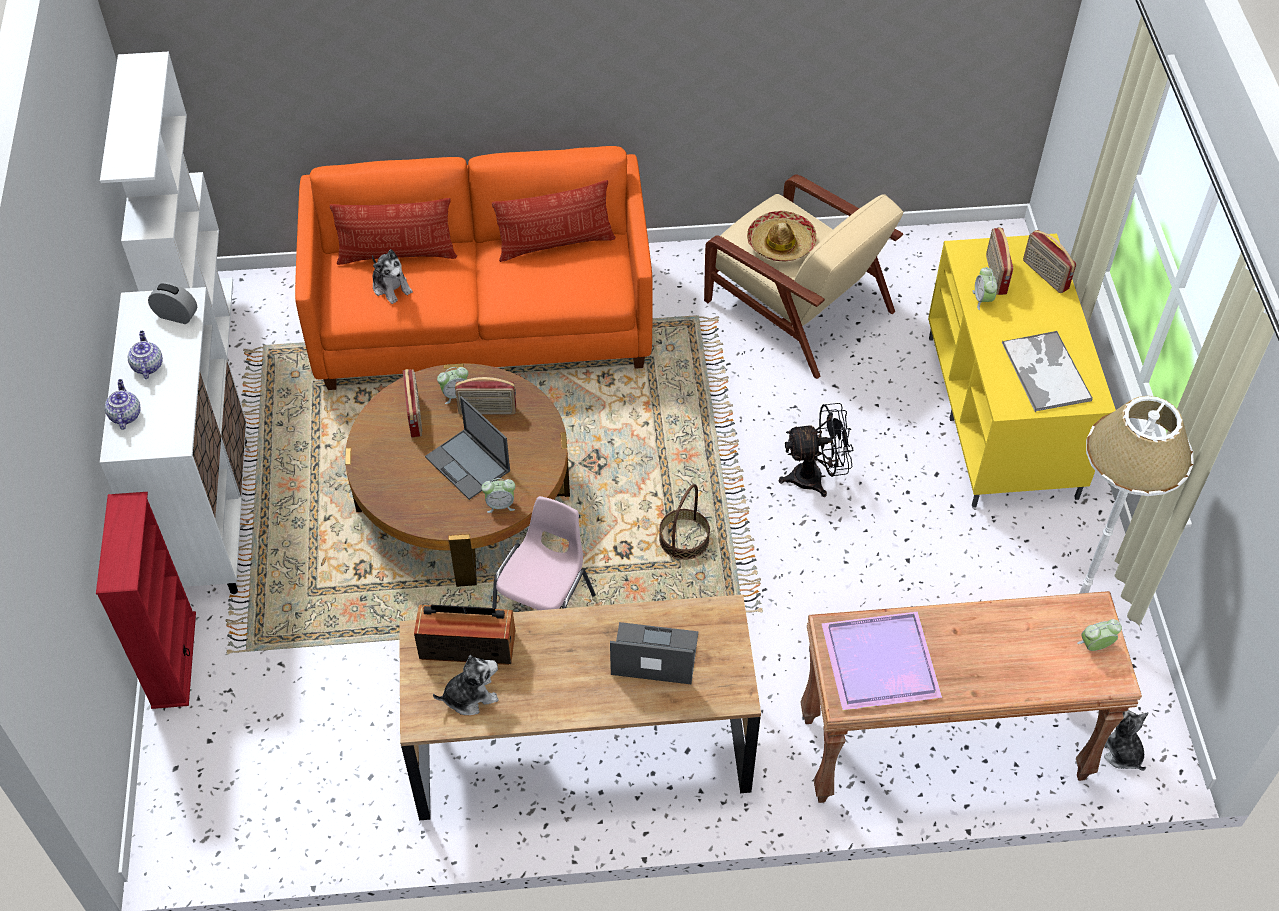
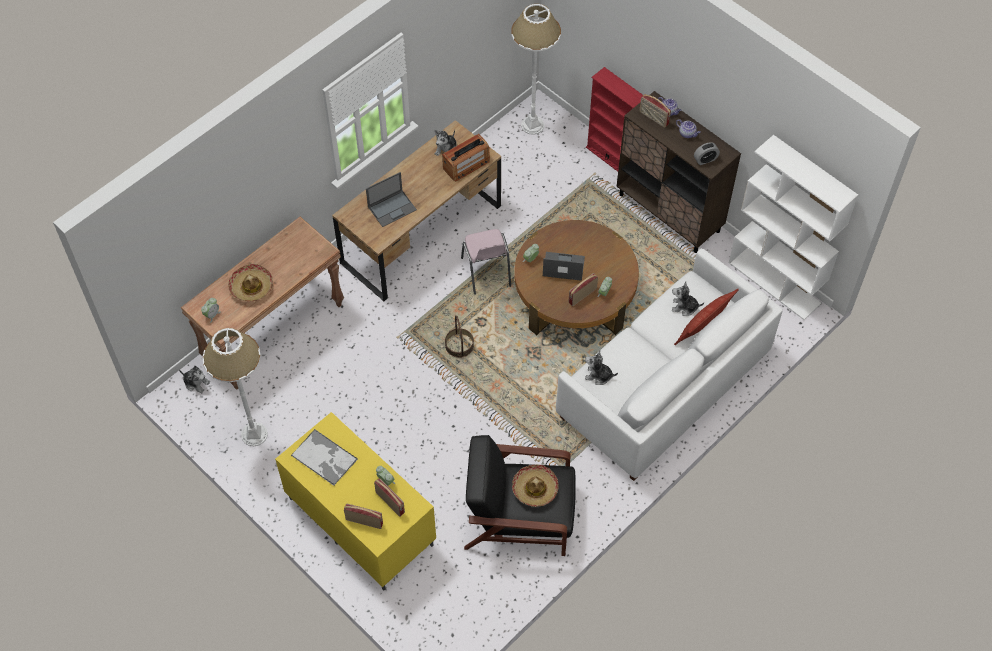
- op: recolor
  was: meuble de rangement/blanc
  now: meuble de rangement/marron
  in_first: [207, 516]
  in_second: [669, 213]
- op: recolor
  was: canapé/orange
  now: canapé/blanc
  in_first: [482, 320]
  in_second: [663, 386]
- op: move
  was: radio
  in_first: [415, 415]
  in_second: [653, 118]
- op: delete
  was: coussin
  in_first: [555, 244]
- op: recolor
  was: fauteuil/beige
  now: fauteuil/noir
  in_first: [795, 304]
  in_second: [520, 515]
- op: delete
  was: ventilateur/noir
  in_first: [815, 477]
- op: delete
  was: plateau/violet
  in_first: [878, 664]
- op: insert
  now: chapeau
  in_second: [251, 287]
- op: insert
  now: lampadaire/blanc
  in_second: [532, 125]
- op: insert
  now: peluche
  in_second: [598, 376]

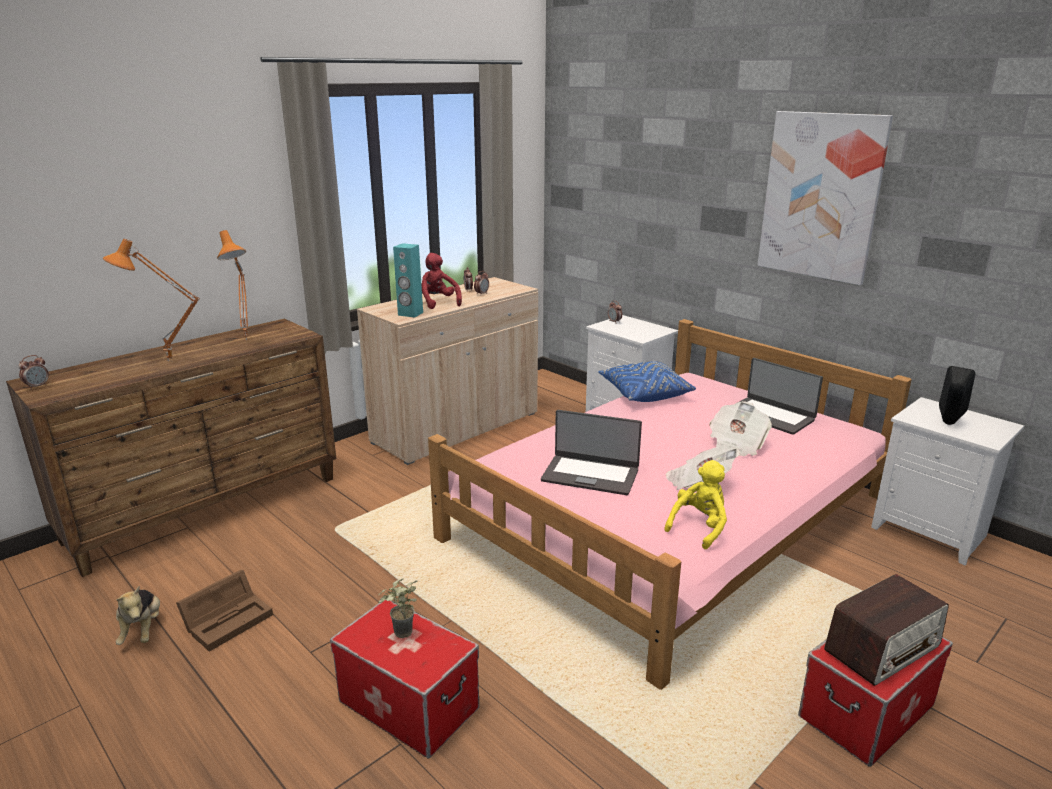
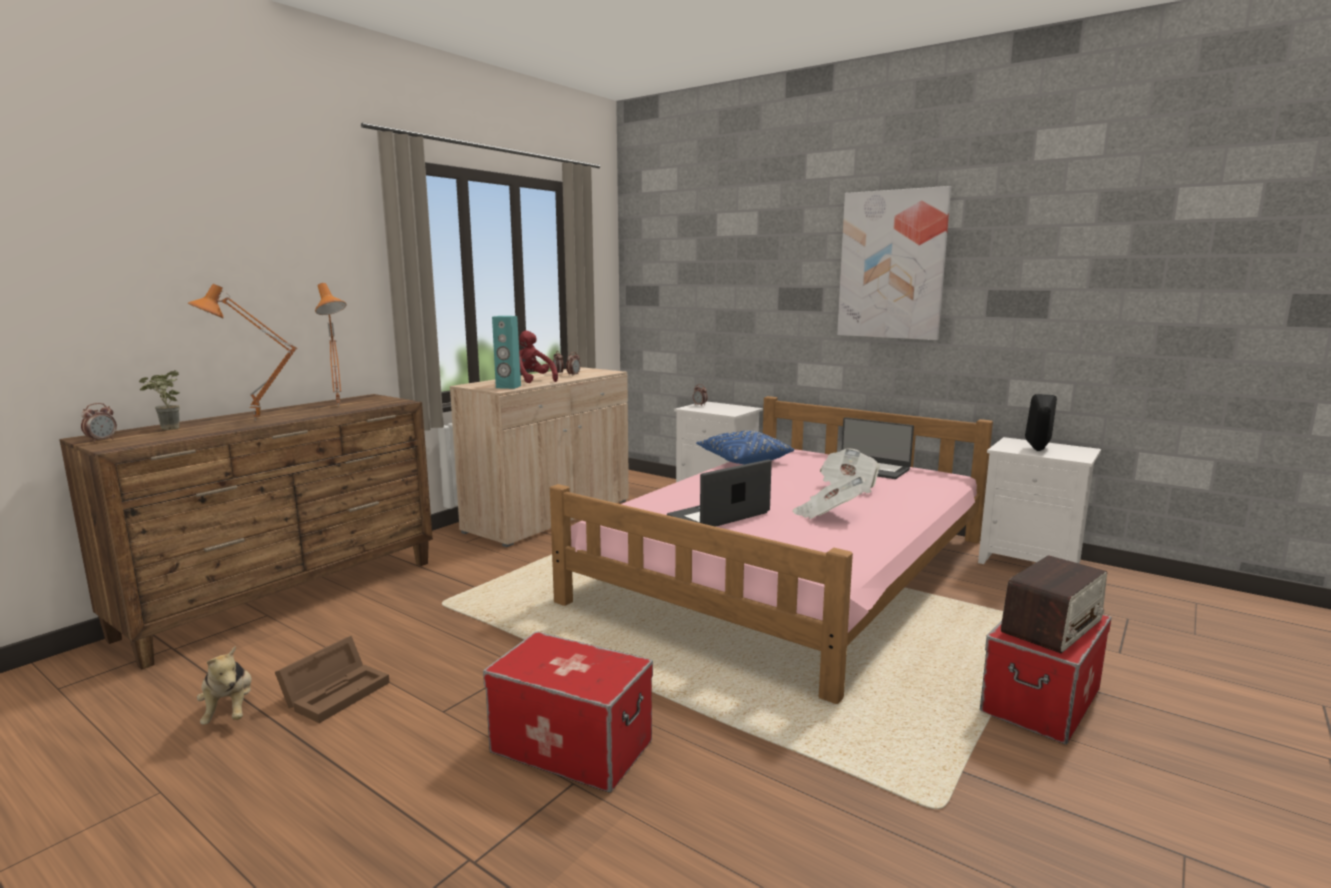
- op: move
  was: plante en pot
  in_first: [400, 636]
  in_second: [166, 429]
- op: rotate
  was: ordinateur portable
  in_first: [590, 475]
  in_second: [719, 515]
  clockwise: 135
- op: delete
  was: peluche/jaune
  in_first: [699, 527]

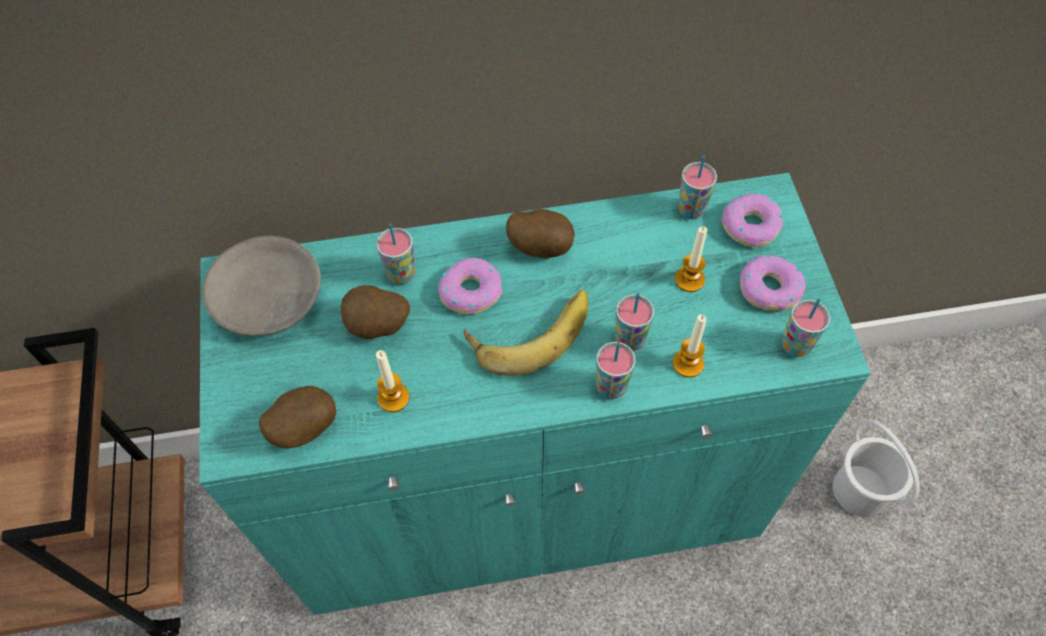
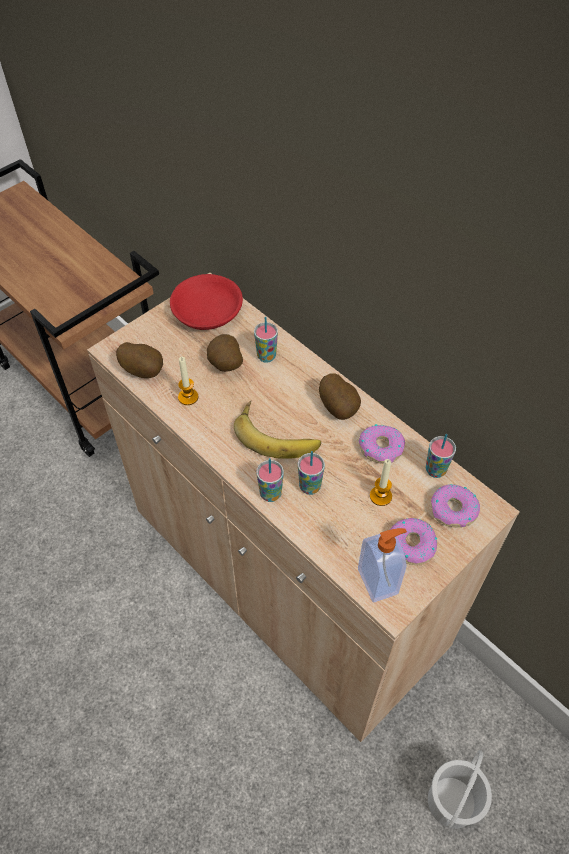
- op: recolor
  was: meuble de rangement/turquoise
  now: meuble de rangement/beige
  in_first: [526, 495]
  in_second: [285, 578]
- op: recolor
  was: bol/gris
  now: bol/rouge
  in_first: [268, 299]
  in_second: [206, 312]
- op: move
  was: beignet
  in_first: [470, 291]
  in_second: [381, 447]
- op: delete
  was: bougie
  in_first: [688, 363]
- op: replace
  was: tasse
  now: distributeur de savon
  in_first: [795, 346]
  in_second: [379, 581]

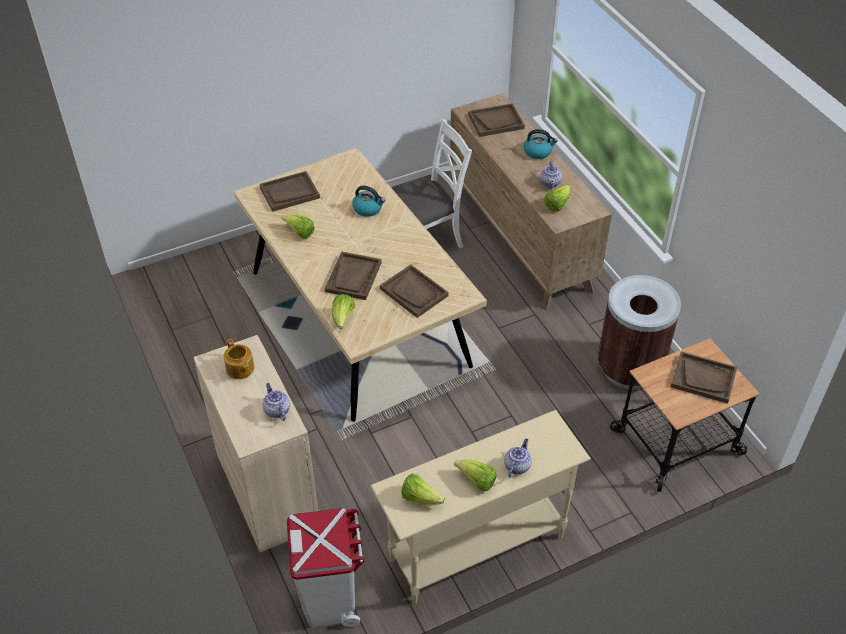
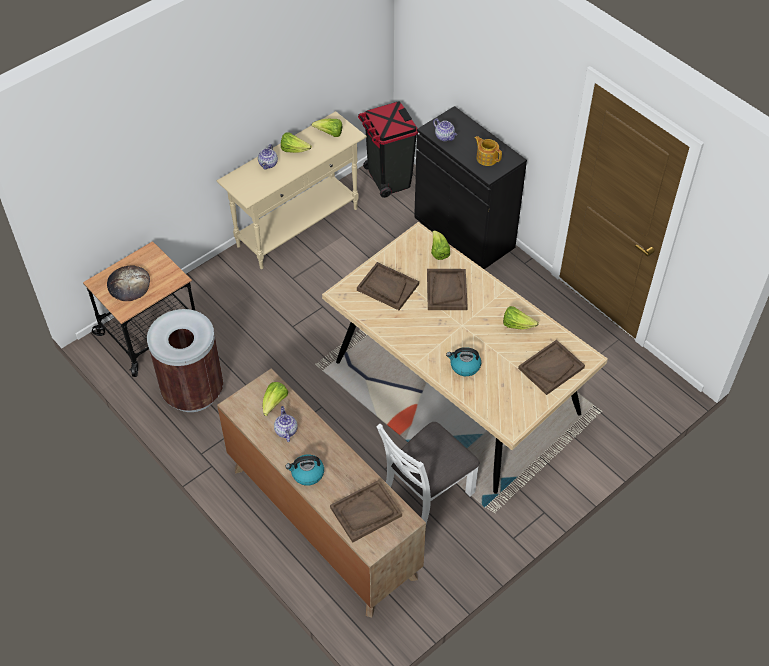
- op: recolor
  was: meuble de rangement/beige
  now: meuble de rangement/noir
  in_first: [267, 490]
  in_second: [464, 232]
- op: recolor
  was: poubelle/blanc
  now: poubelle/noir
  in_first: [330, 598]
  in_second: [388, 179]
- op: replace
  was: plateau/marron
  now: pain
  in_first: [703, 378]
  in_second: [129, 285]

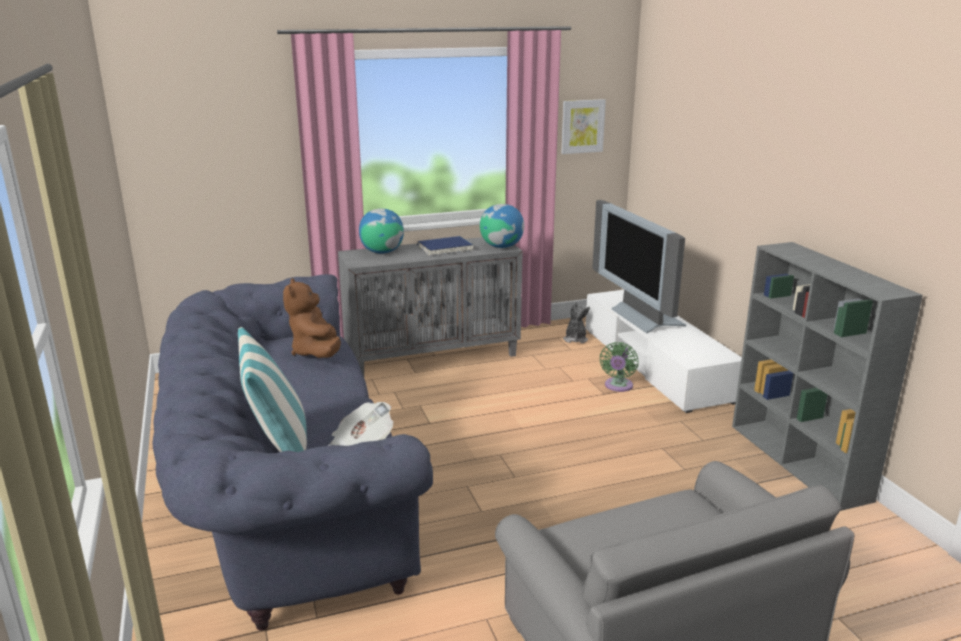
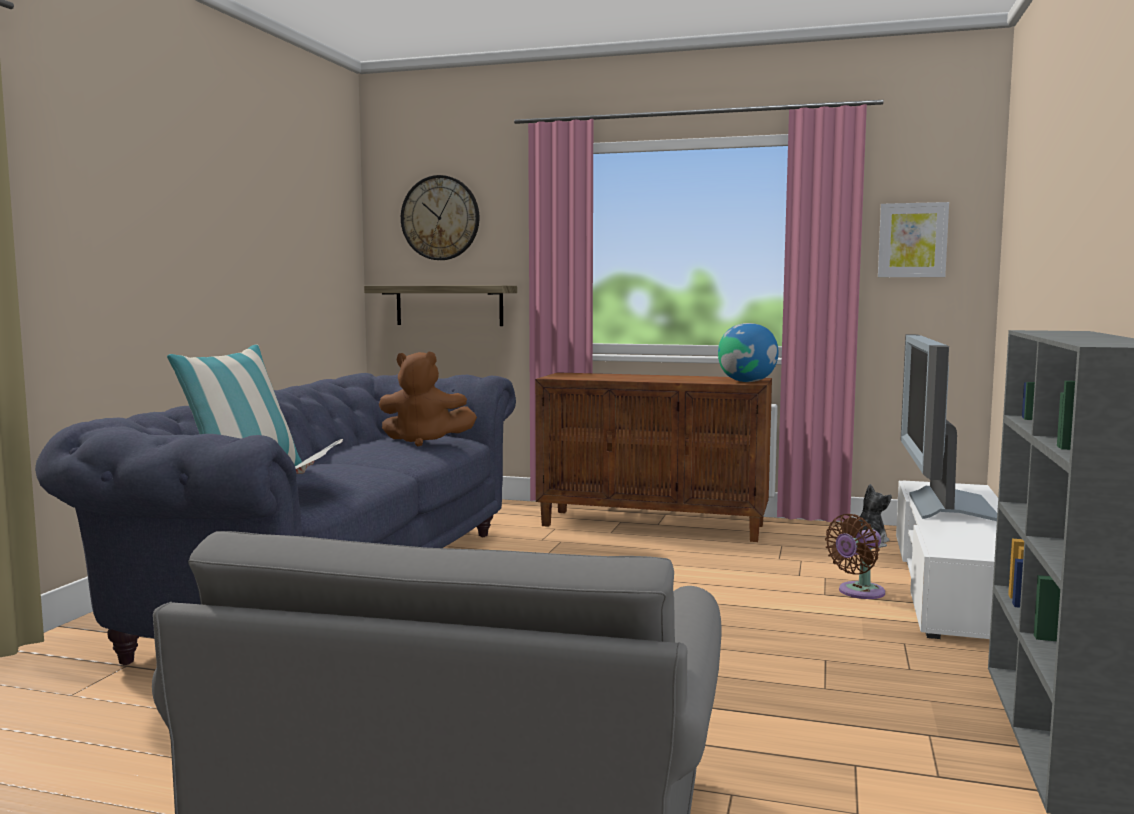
- op: rotate
  was: peluche/marron
  in_first: [316, 352]
  in_second: [424, 441]
  clockwise: -105
- op: recolor
  was: meuble de rangement/gris
  now: meuble de rangement/marron
  in_first: [433, 356]
  in_second: [654, 525]
- op: delete
  was: globe
  in_first: [382, 252]
- op: delete
  was: livre/bleu
  in_first: [445, 248]
- op: recolor
  was: ventilateur/vert
  now: ventilateur/marron
  in_first: [618, 386]
  in_second: [858, 592]
- op: insert
  now: étagère
  in_second: [449, 305]
- op: insert
  now: horloge murale
  in_second: [440, 218]

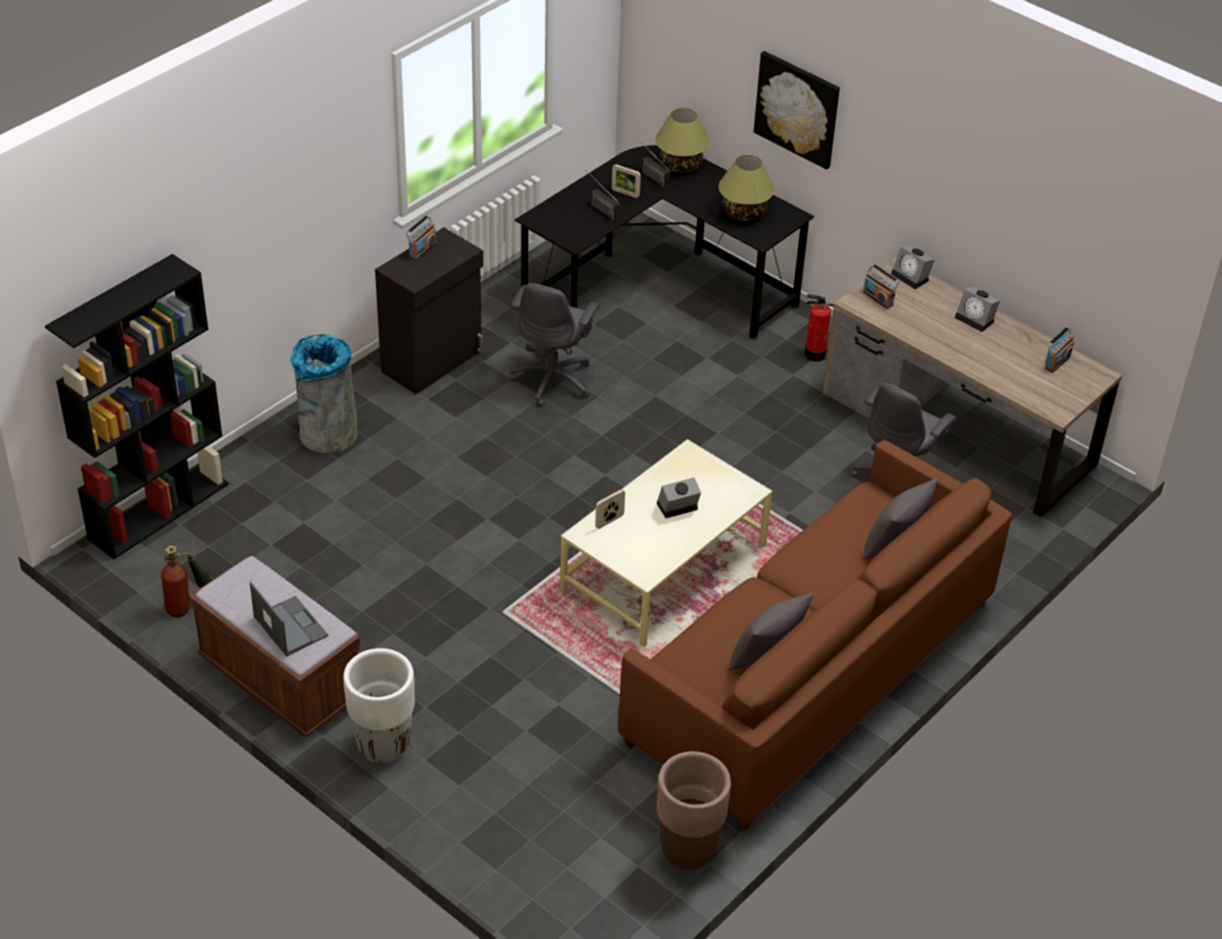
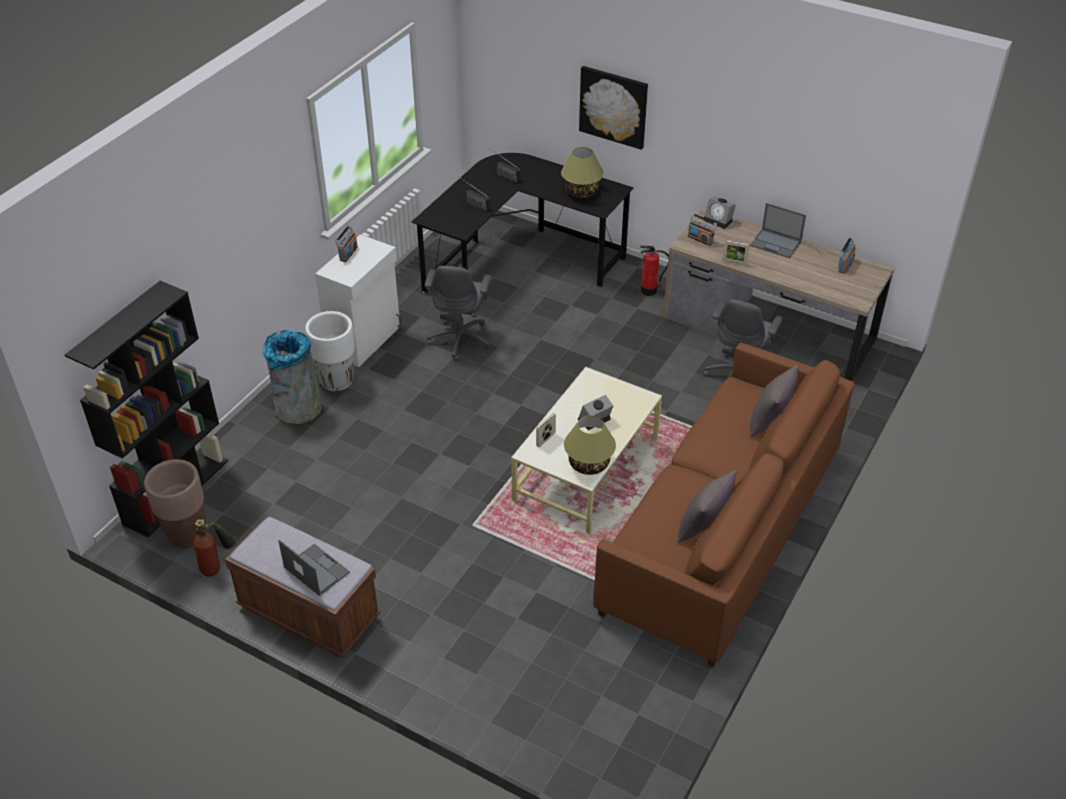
- op: move
  was: cache-pot/blanc
  in_first: [383, 746]
  in_second: [337, 381]
- op: recolor
  was: meuble de rangement/noir
  now: meuble de rangement/blanc
  in_first: [433, 361]
  in_second: [365, 340]
- op: move
  was: cadre photo
  in_first: [625, 193]
  in_second: [734, 262]
- op: move
  was: lampe de table
  in_first: [680, 164]
  in_second: [589, 464]
- op: move
  was: cache-pot/marron
  in_first: [688, 850]
  in_second: [187, 534]
- op: replace
  was: réveil
  now: ordinateur portable
  in_first: [976, 319]
  in_second: [776, 244]

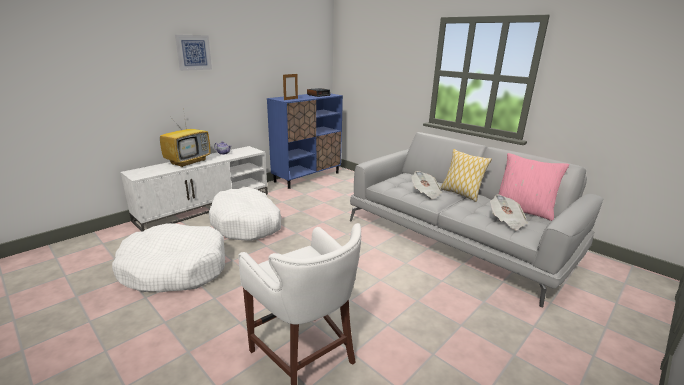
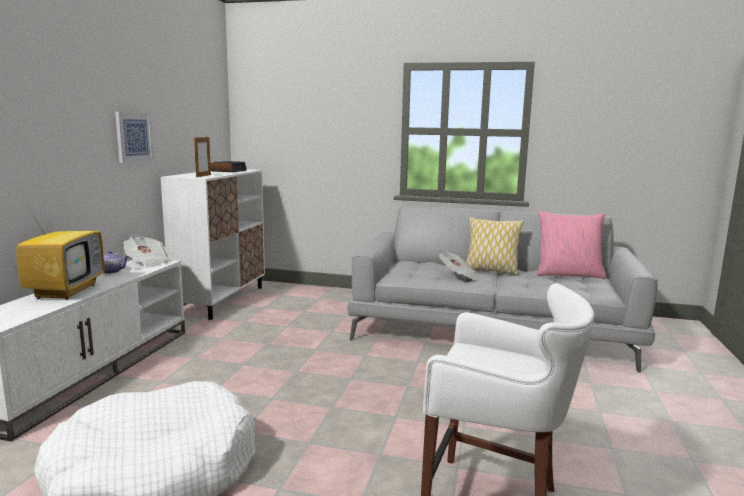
- op: move
  was: tableau
  in_first: [193, 52]
  in_second: [133, 137]
- op: delete
  was: panier pour chien/blanc
  in_first: [247, 224]
- op: recolor
  was: meuble de rangement/bleu
  now: meuble de rangement/blanc
  in_first: [307, 177]
  in_second: [221, 300]
- op: move
  was: journal
  in_first: [506, 221]
  in_second: [147, 262]

